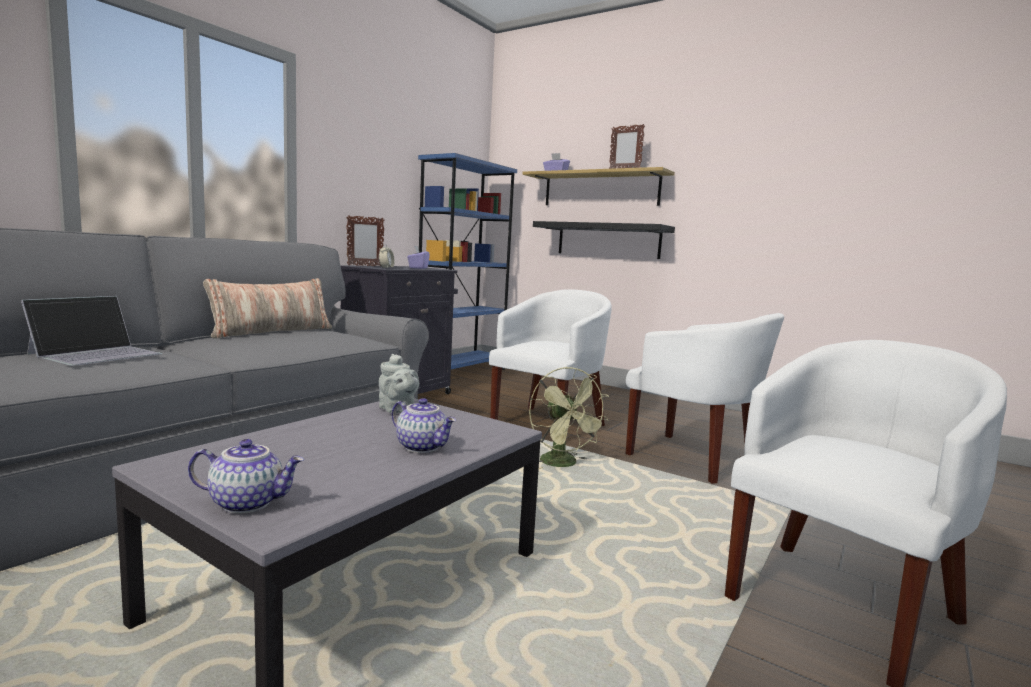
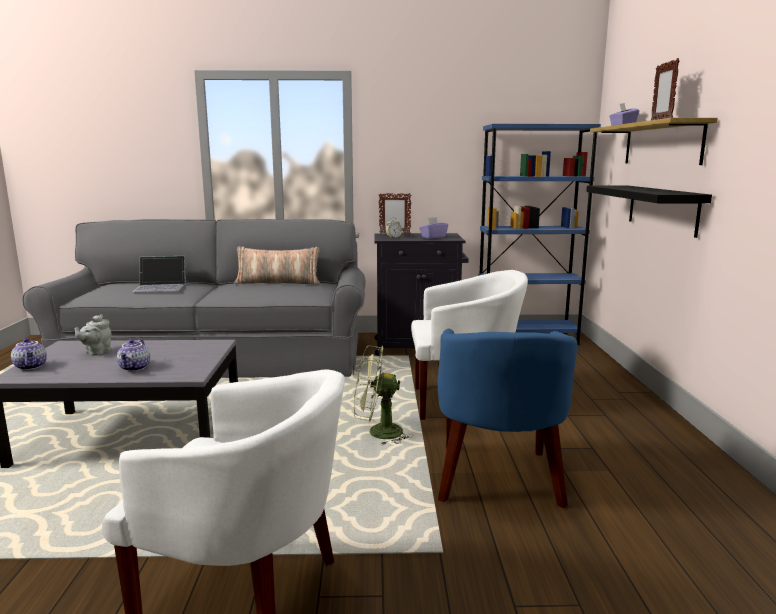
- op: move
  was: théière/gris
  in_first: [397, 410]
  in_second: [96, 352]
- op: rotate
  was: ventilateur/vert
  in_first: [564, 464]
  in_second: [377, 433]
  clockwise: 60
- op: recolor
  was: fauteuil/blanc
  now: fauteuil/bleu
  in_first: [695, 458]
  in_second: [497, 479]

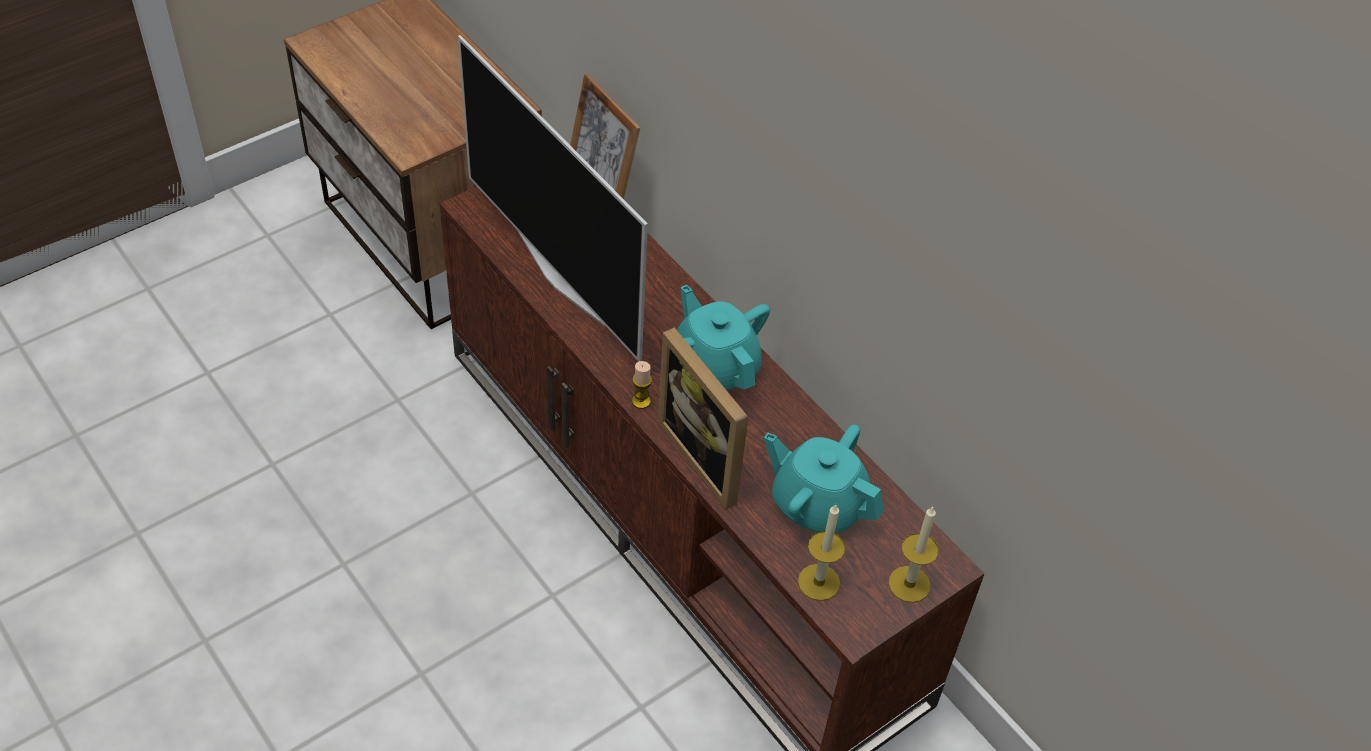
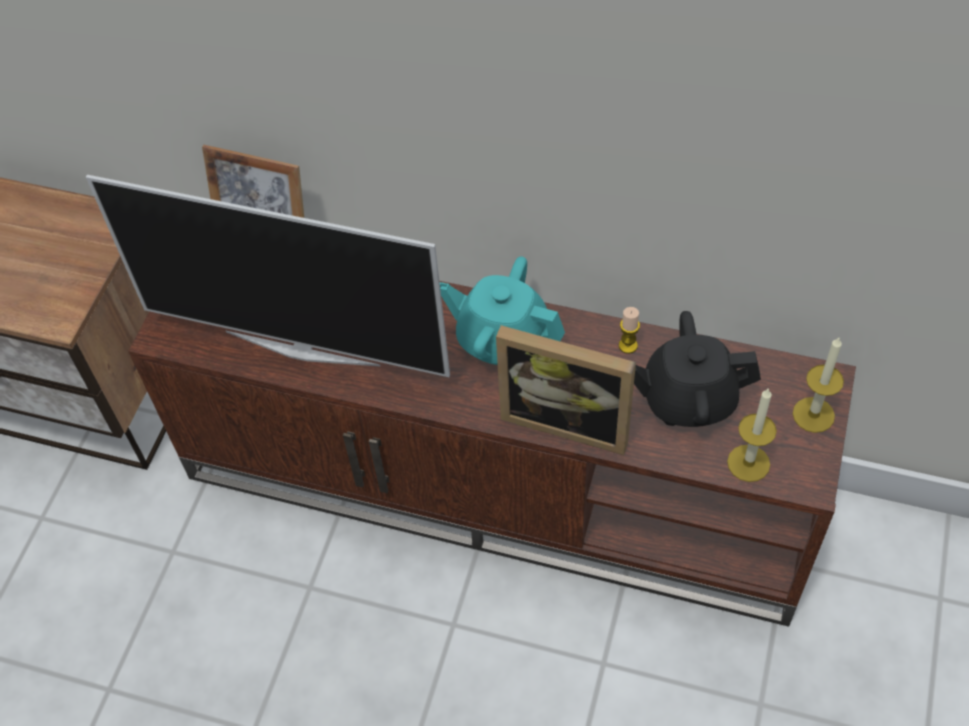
- op: move
  was: bougie
  in_first: [641, 401]
  in_second: [628, 345]
- op: recolor
  was: théière/turquoise
  now: théière/noir
  in_first: [817, 504]
  in_second: [687, 399]

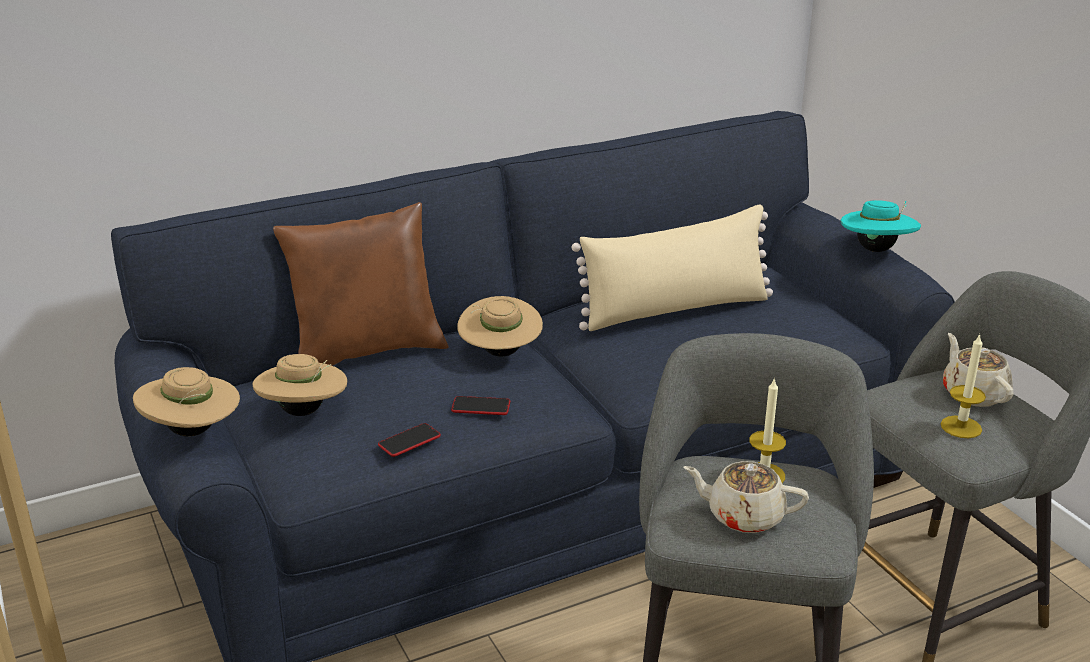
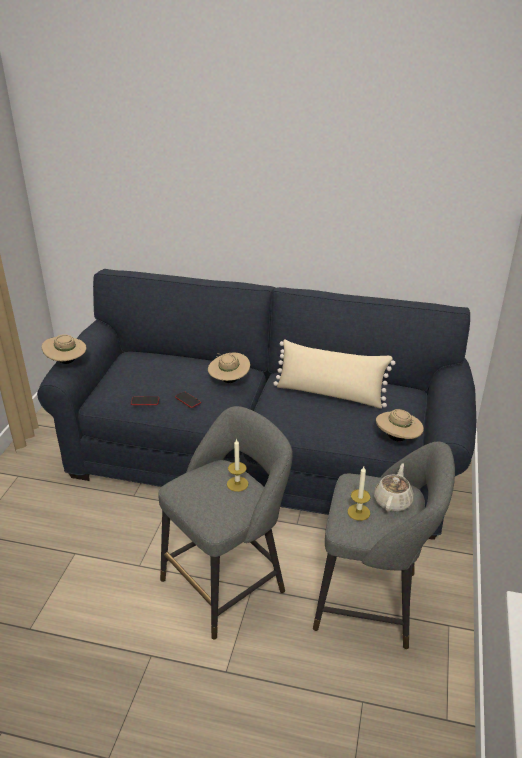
- op: move
  was: chapeau/beige
  in_first: [303, 412]
  in_second: [397, 438]
- op: delete
  was: coussin/marron
  in_first: [367, 352]
- op: delete
  was: théière/beige
  in_first: [743, 516]
- op: delete
  was: chapeau/turquoise
  in_first: [876, 249]

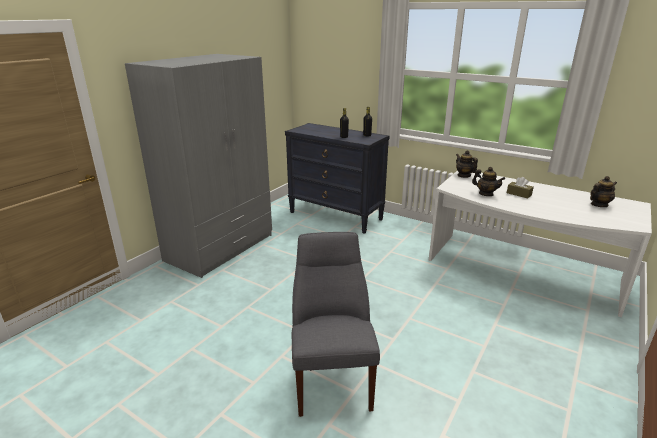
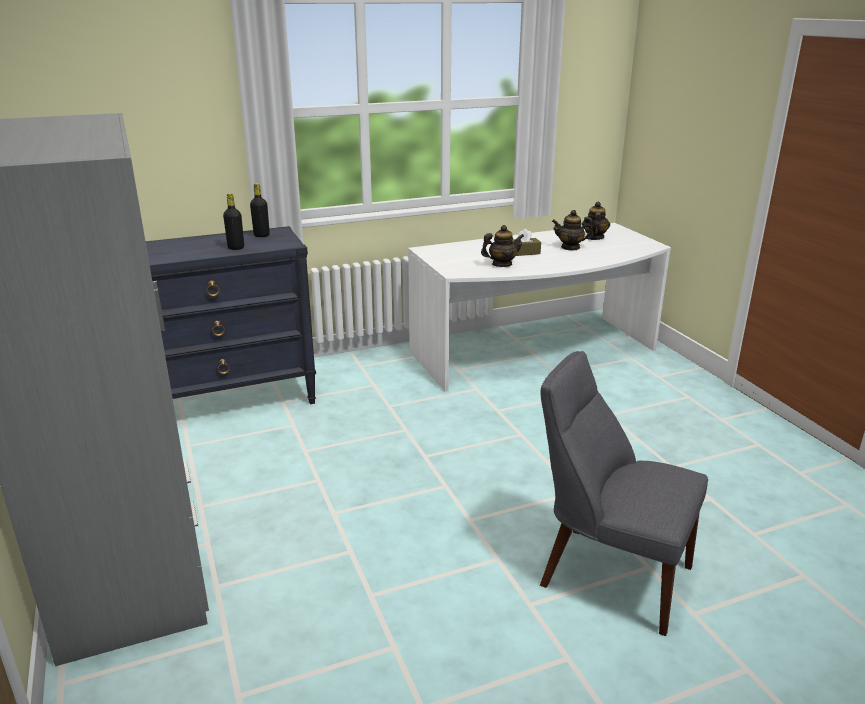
- op: move
  was: théière
  in_first: [464, 175]
  in_second: [570, 247]

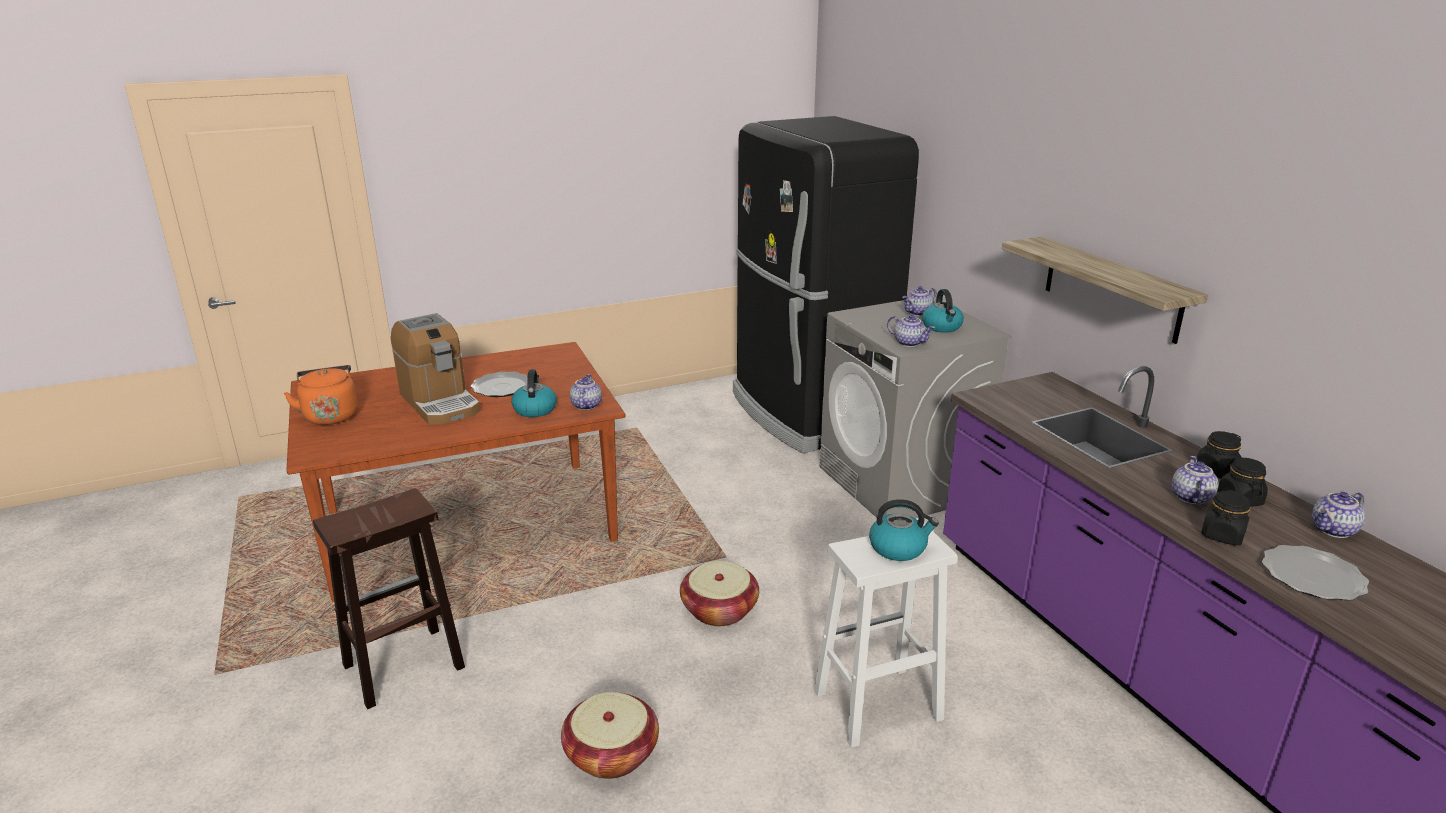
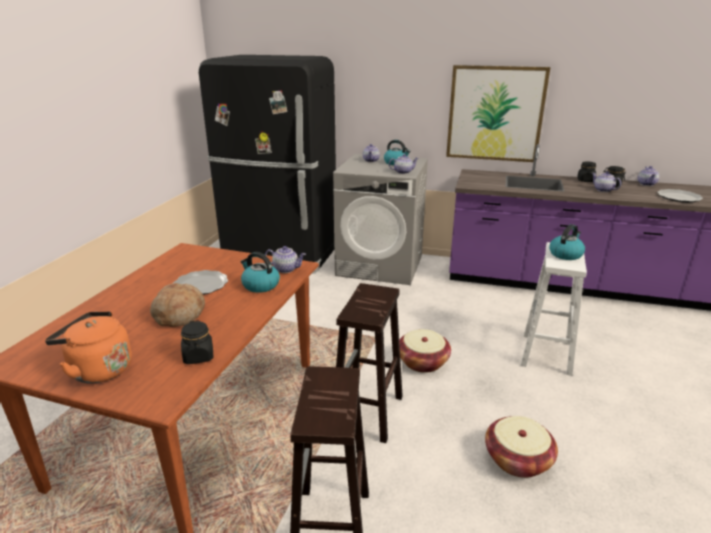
- op: replace
  was: machine à café
  now: pain
  in_first: [440, 403]
  in_second: [179, 314]
- op: rotate
  was: théière
  in_first: [585, 405]
  in_second: [286, 269]
  clockwise: 150
- op: replace
  was: étagère
  now: tableau
  in_first: [1111, 289]
  in_second: [495, 114]
- op: move
  was: bocal/noir
  in_first: [1222, 535]
  in_second: [198, 356]
- op: insert
  now: tabouret/marron
  in_second: [368, 414]

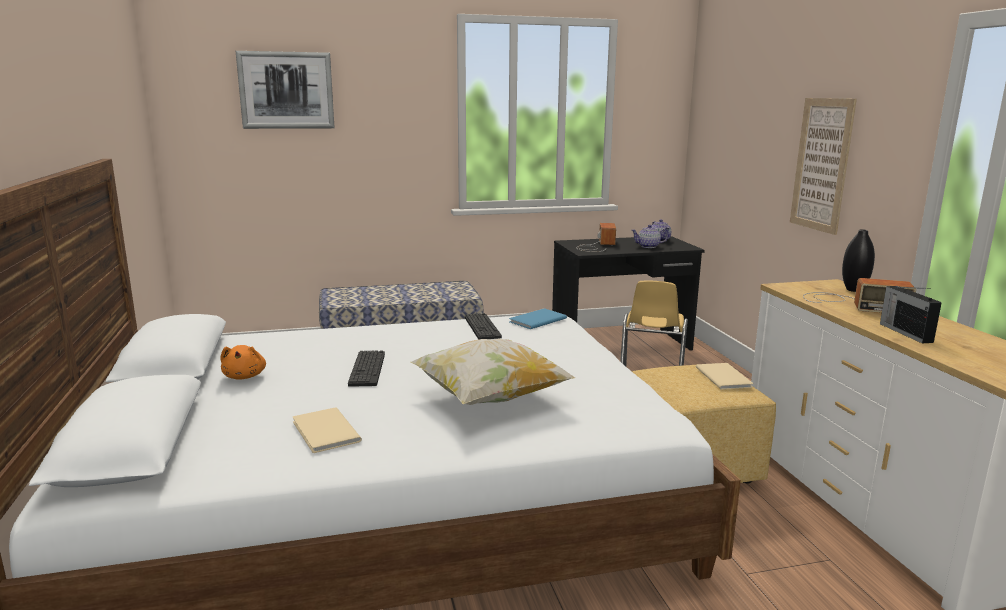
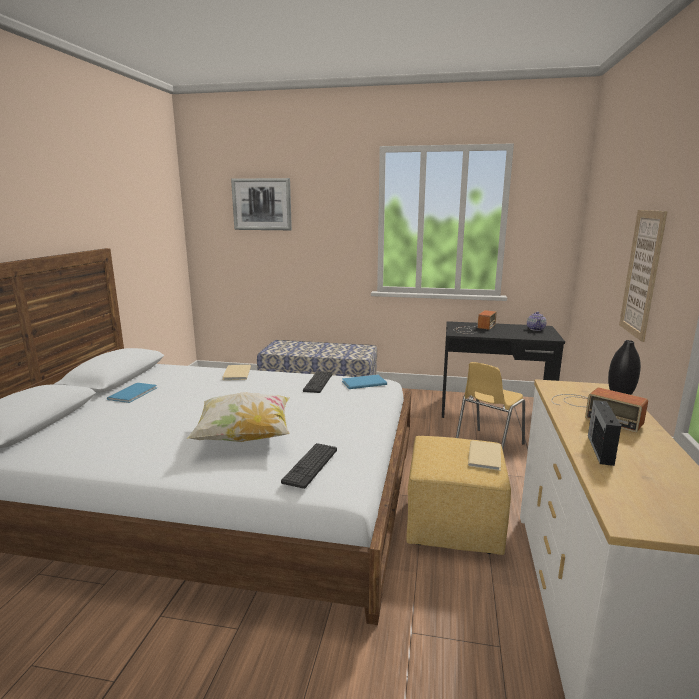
- op: replace
  was: peluche/orange
  now: livre/bleu
  in_first: [245, 376]
  in_second: [135, 393]
- op: move
  was: livre/beige
  in_first: [324, 432]
  in_second: [235, 373]
- op: move
  was: clavier
  in_first: [367, 369]
  in_second: [310, 465]
- op: delete
  was: théière
  in_first: [648, 246]

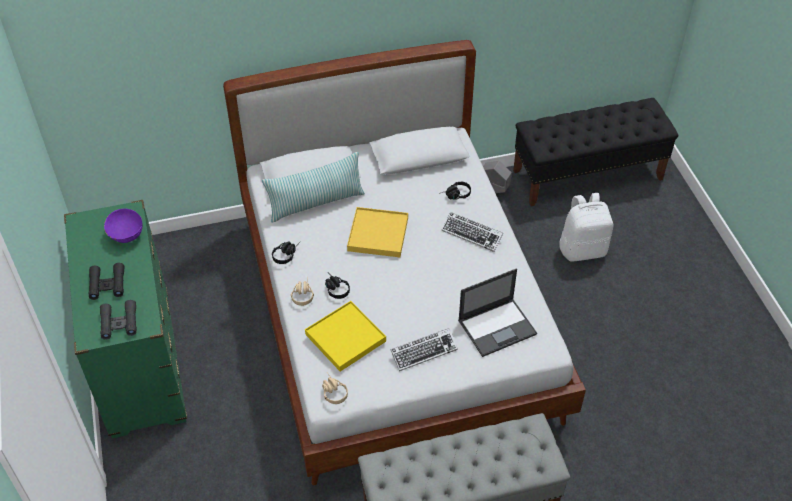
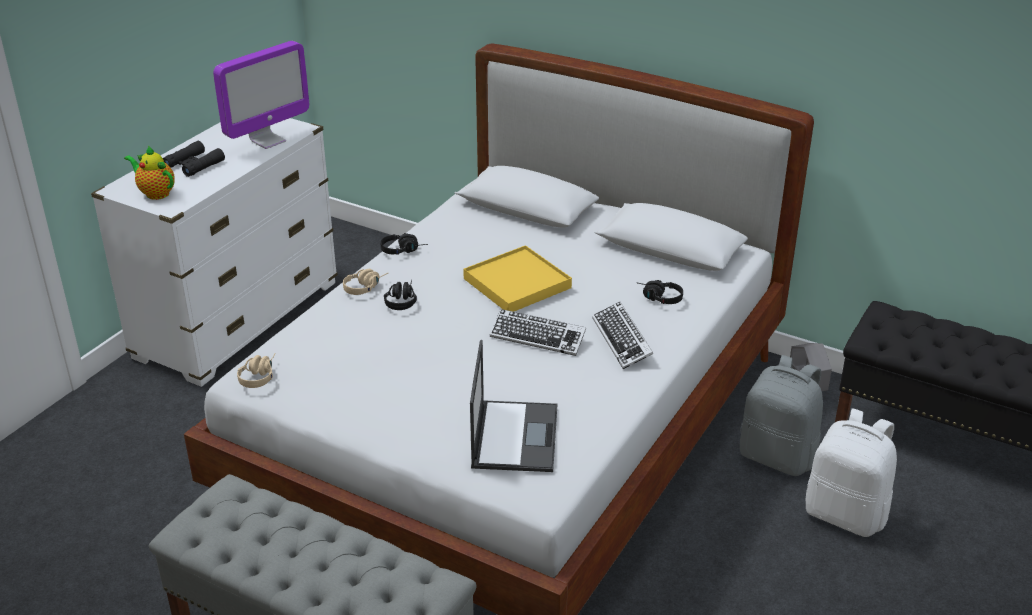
- op: recolor
  was: commode/vert
  now: commode/blanc
  in_first: [140, 362]
  in_second: [238, 320]
- op: replace
  was: jumelles/noir
  now: théière
  in_first: [119, 323]
  in_second: [155, 193]
- op: replace
  was: bol/violet
  now: écran d'ordinateur
  in_first: [125, 234]
  in_second: [268, 141]
- op: delete
  was: coussin
  in_first: [316, 203]
- op: delete
  was: plateau/jaune
  in_first: [346, 338]
- op: move
  was: clavier
  in_first: [424, 352]
  in_second: [537, 337]
- op: rotate
  was: ordinateur portable
  in_first: [497, 327]
  in_second: [514, 436]
  clockwise: -105
- op: insert
  now: sac à dos/gris
  in_second: [778, 456]

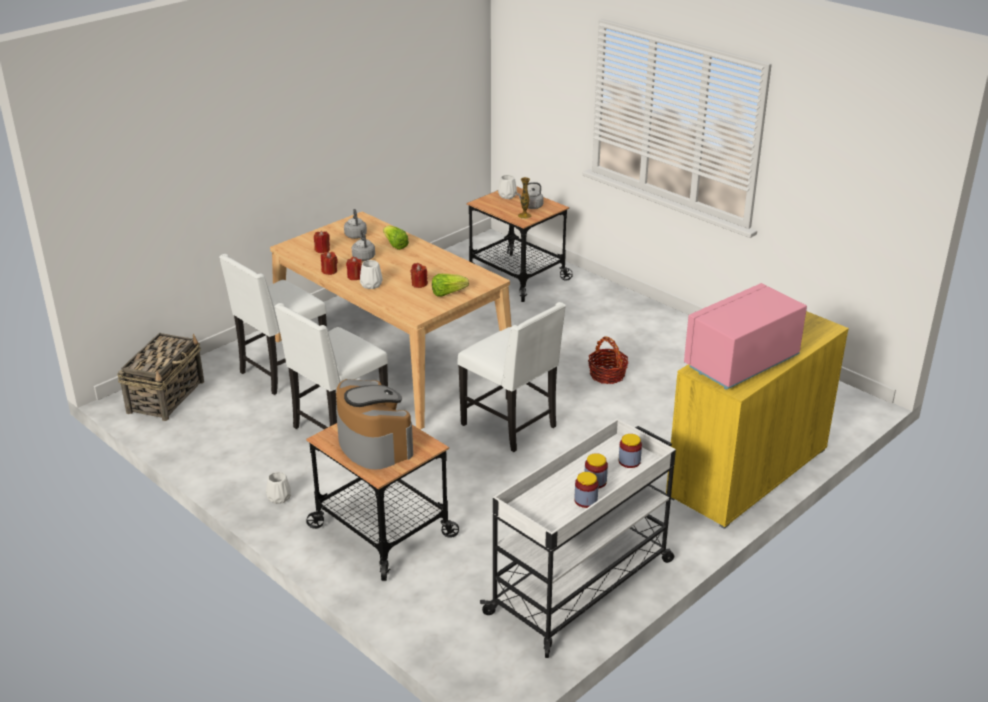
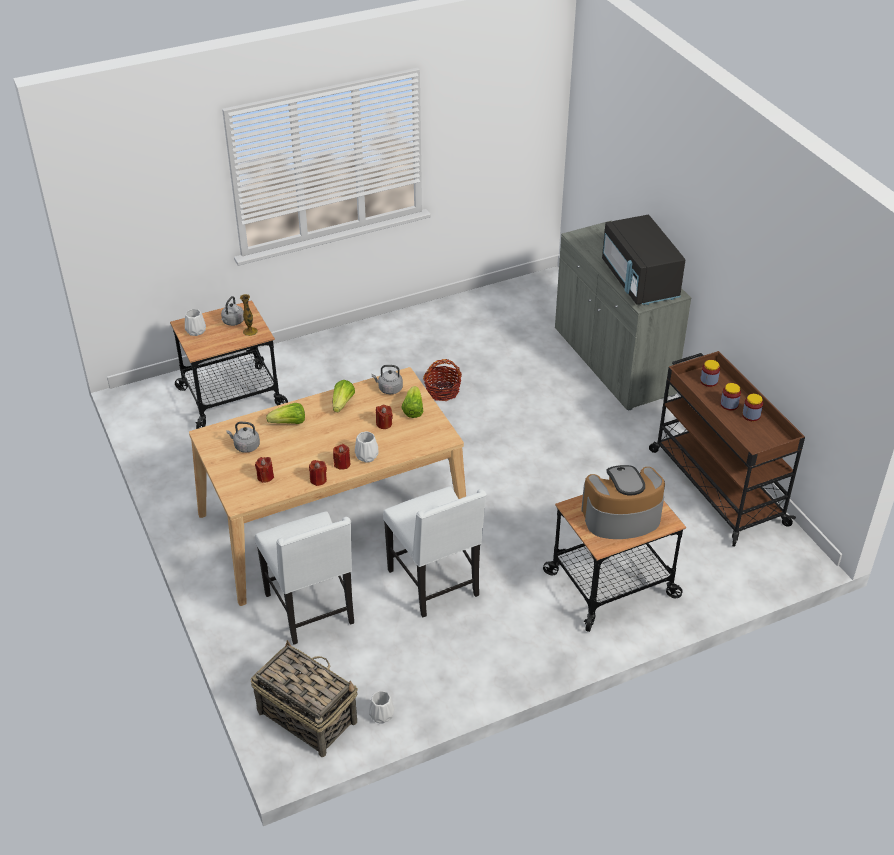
- op: move
  was: vase/blanc
  in_first: [278, 498]
  in_second: [382, 715]
- op: move
  was: bouilloire/gris
  in_first: [363, 257]
  in_second: [389, 389]
- op: delete
  was: chaise/blanc
  in_first: [511, 426]
- op: recolor
  was: chariot/blanc
  now: chariot/marron
  in_first: [582, 586]
  in_second: [716, 486]
- op: recolor
  was: meuble de rangement/jaune
  now: meuble de rangement/gris
  in_first: [747, 472]
  in_second: [613, 362]
- op: recolor
  was: micro-ondes/rose
  now: micro-ondes/noir
  in_first: [740, 362]
  in_second: [639, 281]
- op: insert
  now: laitue
  in_second: [342, 403]

